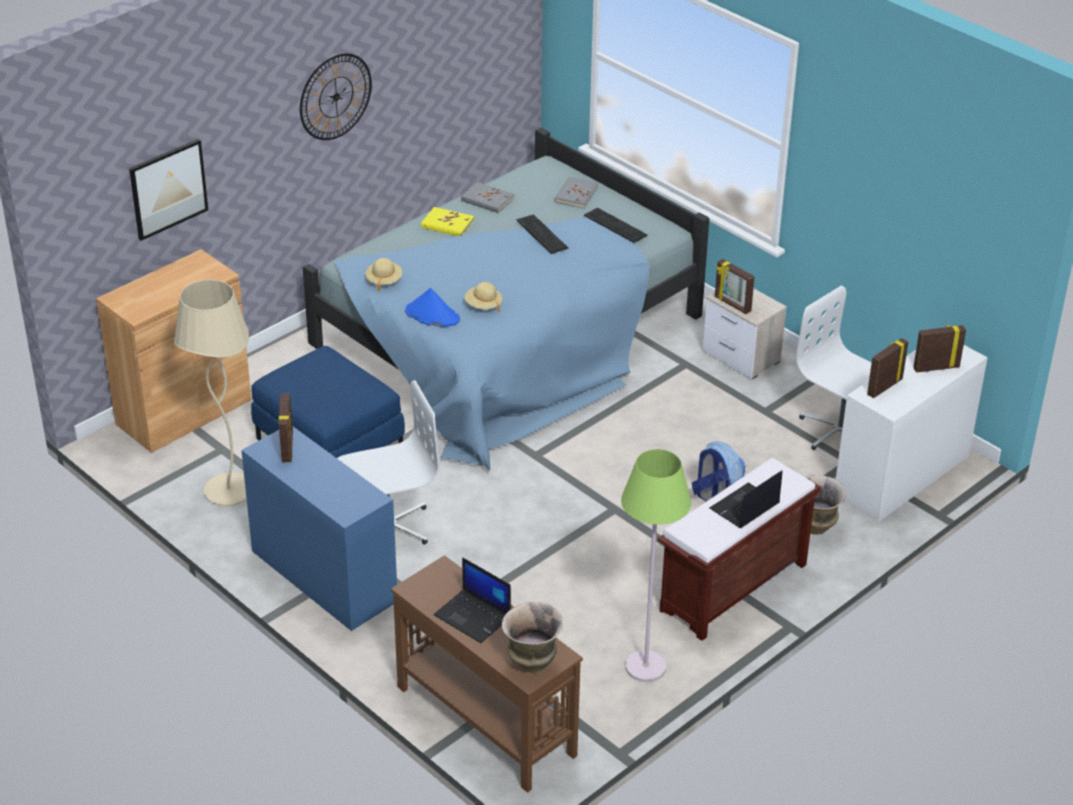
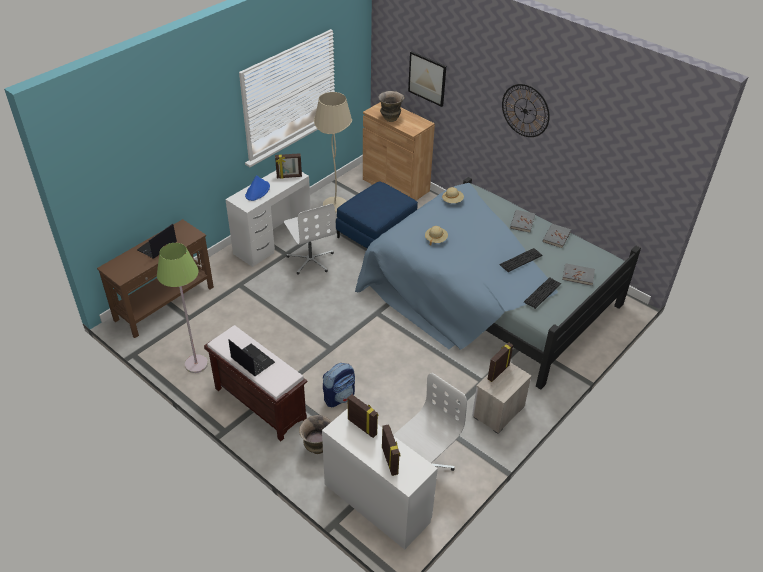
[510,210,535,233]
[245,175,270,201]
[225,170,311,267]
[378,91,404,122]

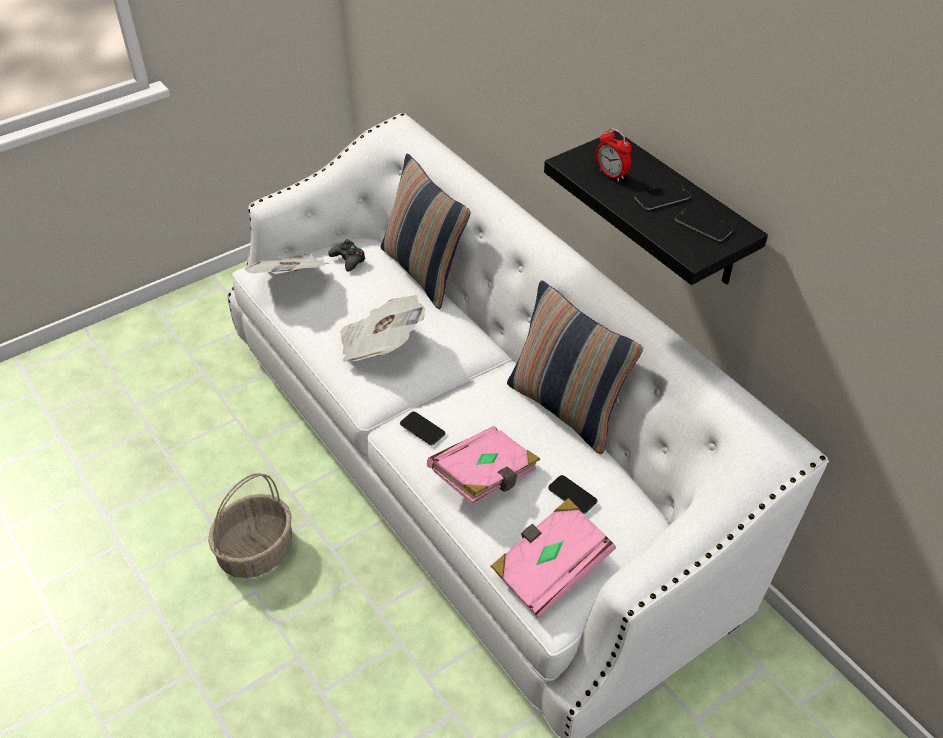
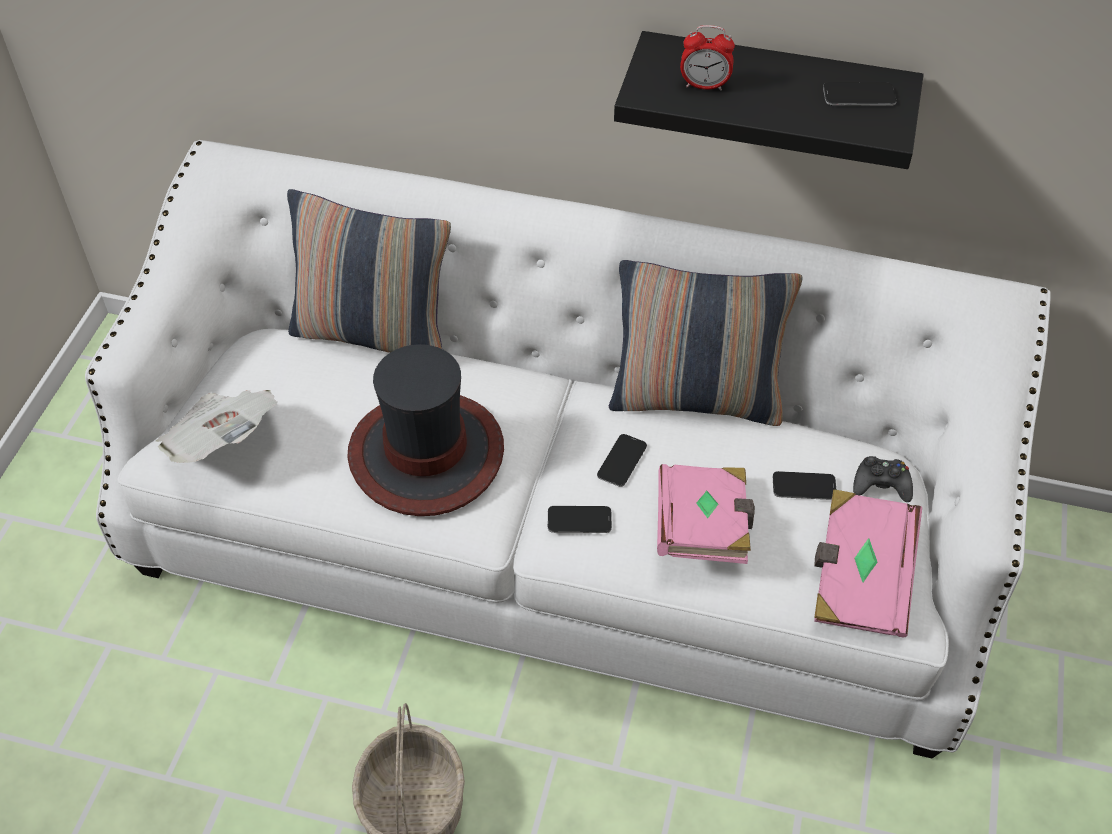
[597,434,647,487]
[853,456,913,502]
[347,344,504,516]

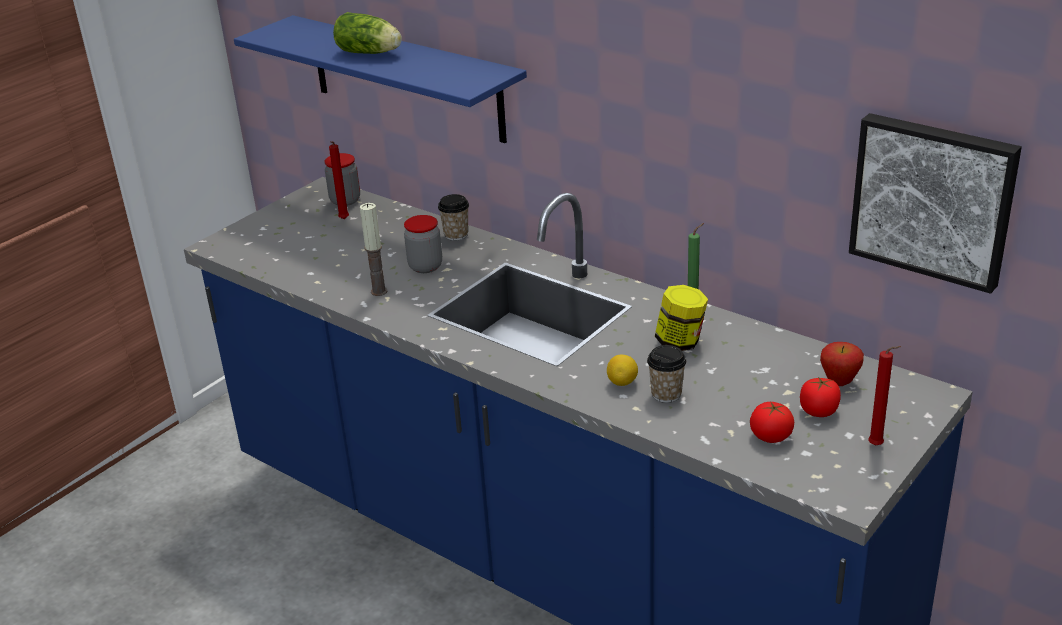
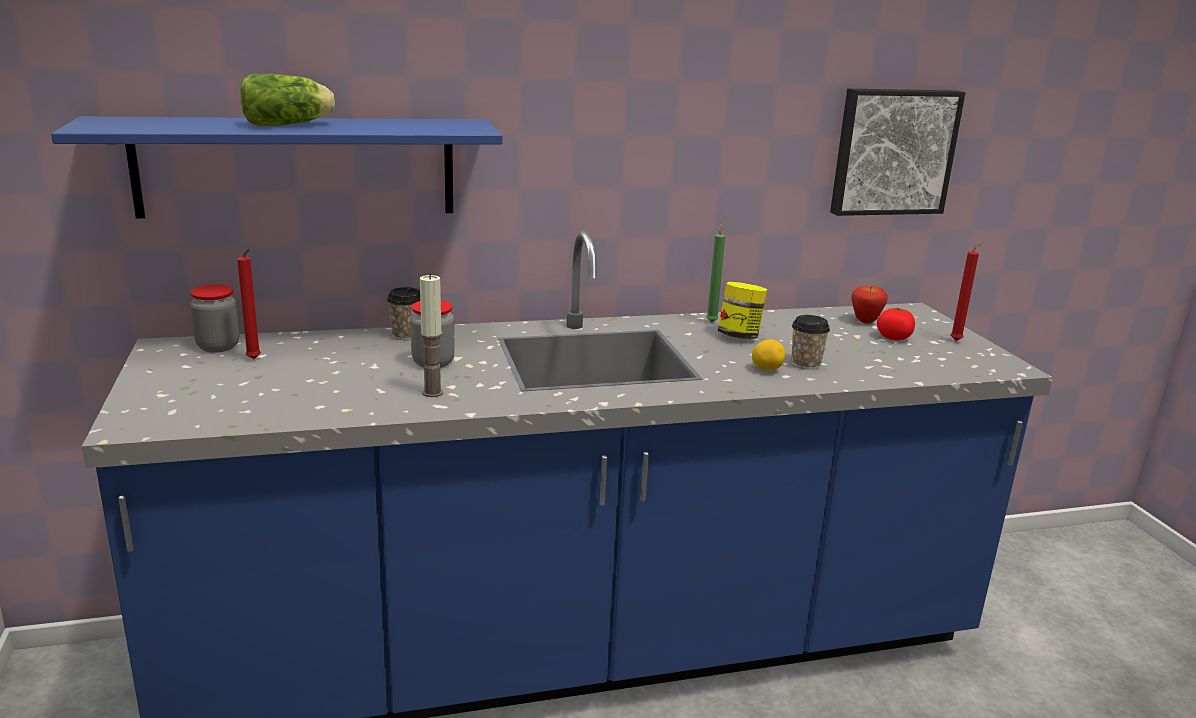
[750,401,794,443] (first image)

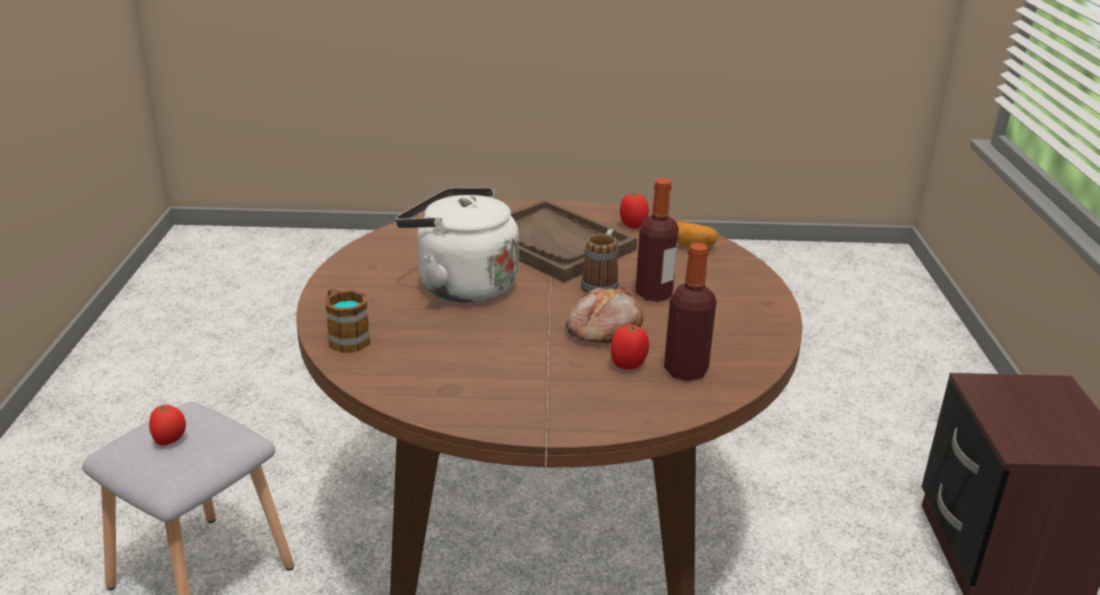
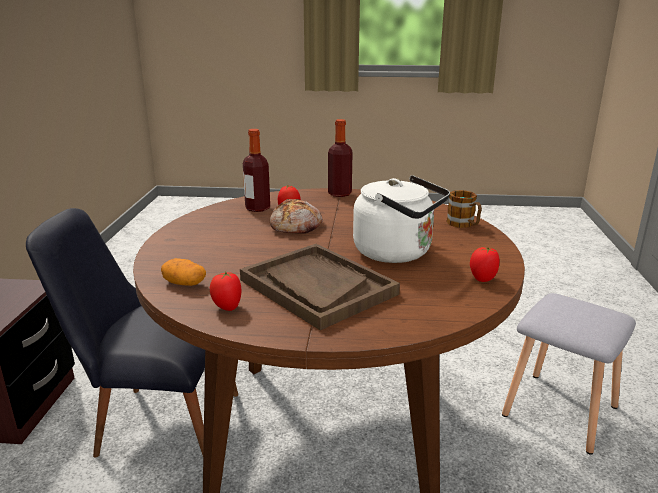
[328,119,352,197]
[581,229,619,293] (first image)
[470,247,499,282]
[26,208,238,457]

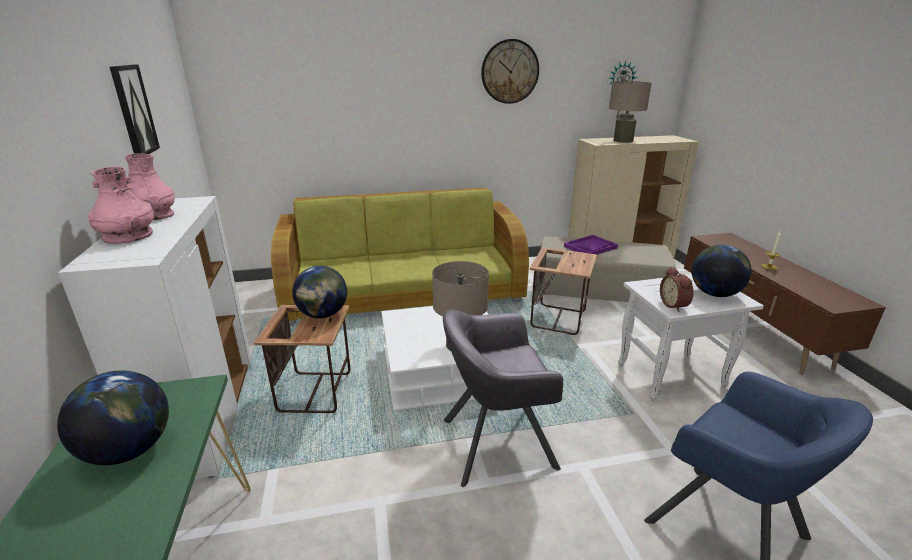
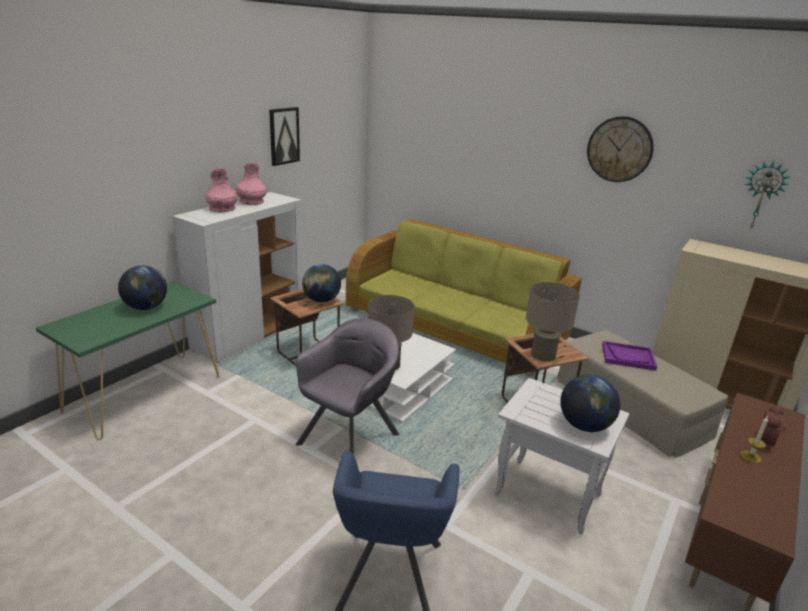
[526,282,580,362]
[758,405,786,447]
[296,318,399,455]

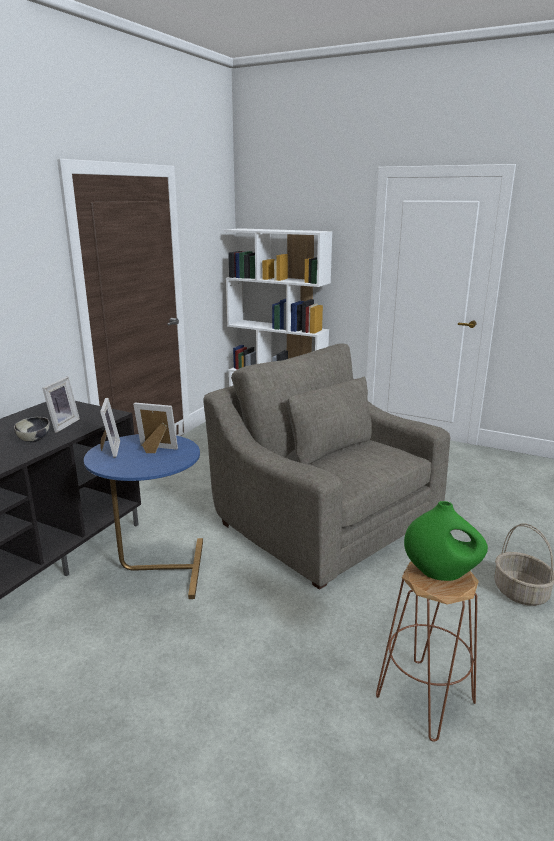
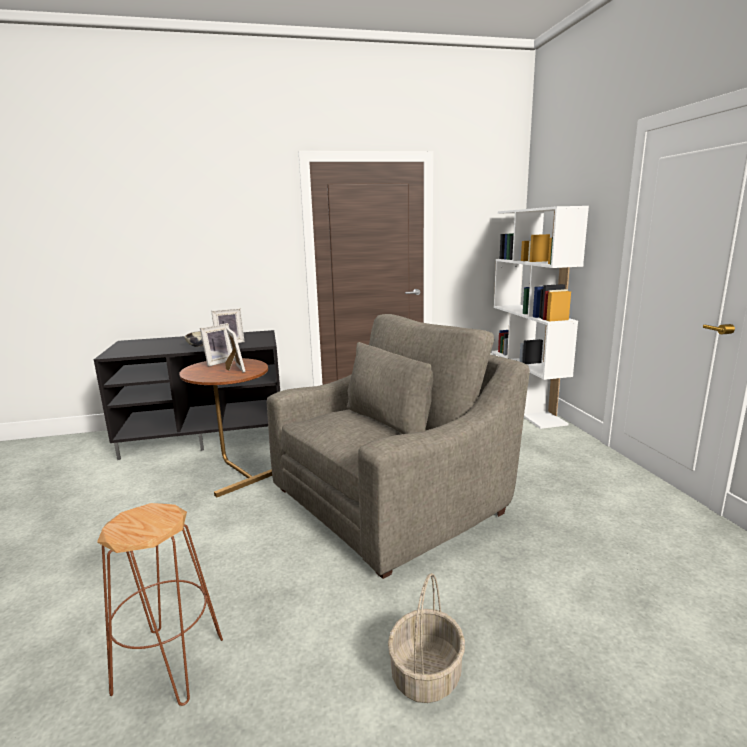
[267,314,530,579]
[179,358,272,497]
[404,501,488,581] (first image)

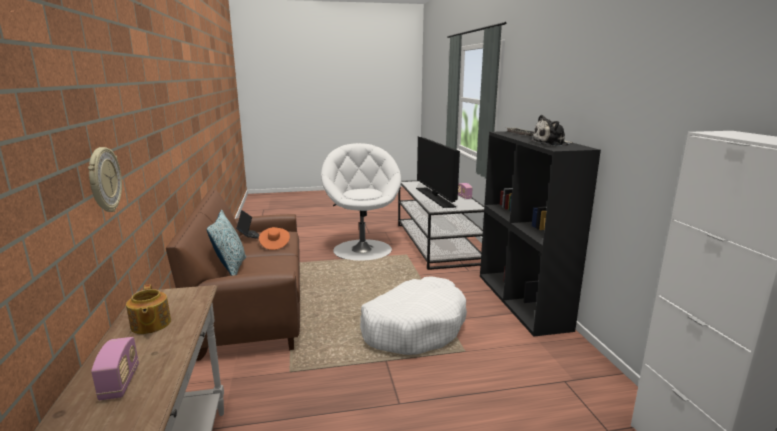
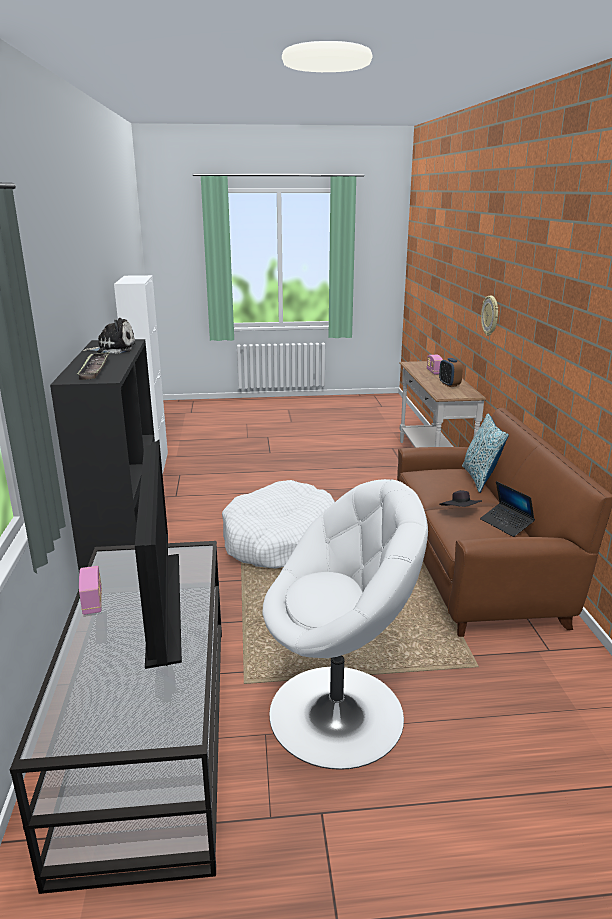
[262,479,428,770]
[439,490,482,507]
[439,358,463,387]

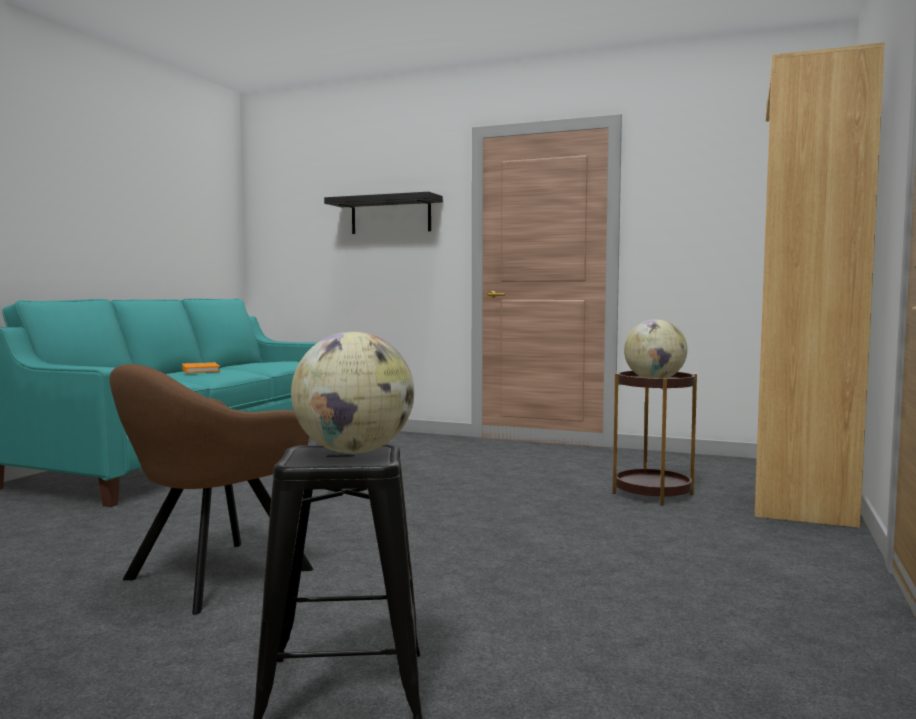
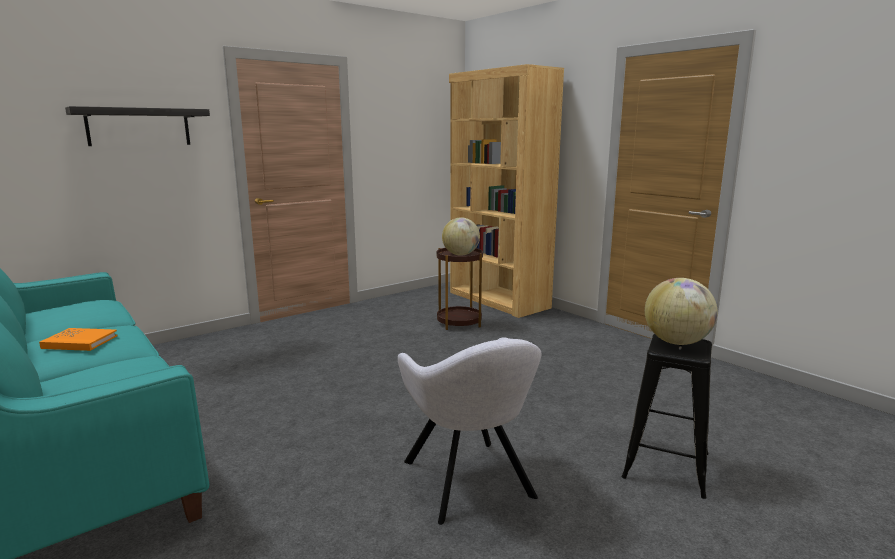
[398,337,542,525]

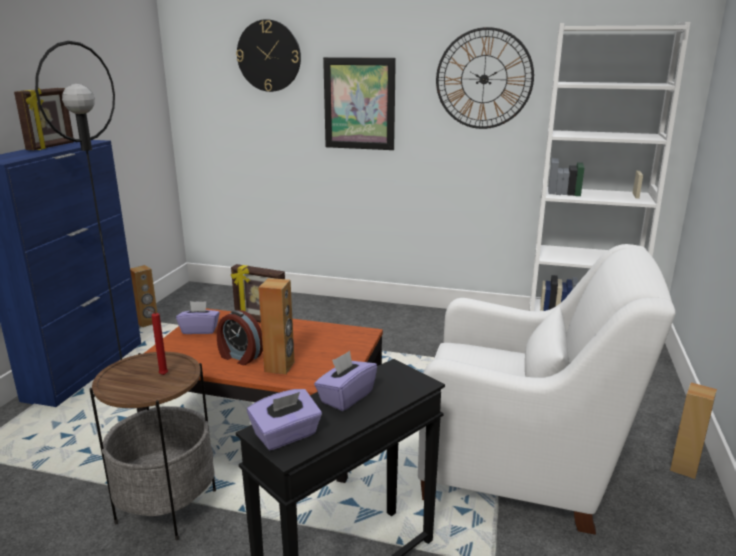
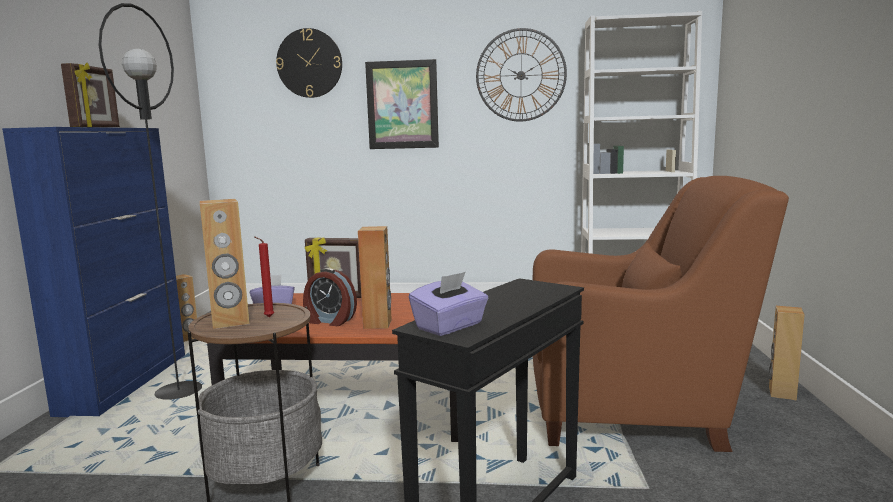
[533,176,789,452]
[314,351,377,411] (first image)
[200,199,249,329]

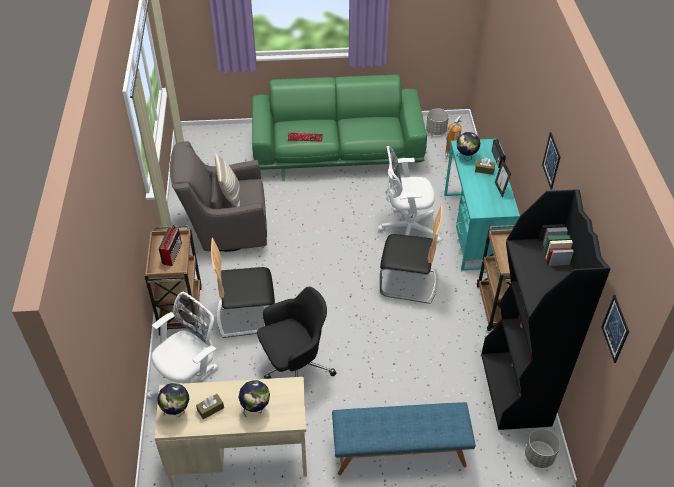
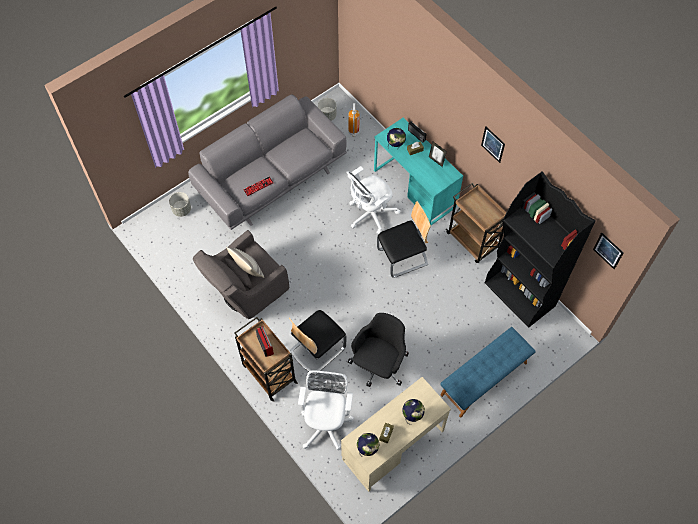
[188,95,347,230]
[169,192,191,217]

